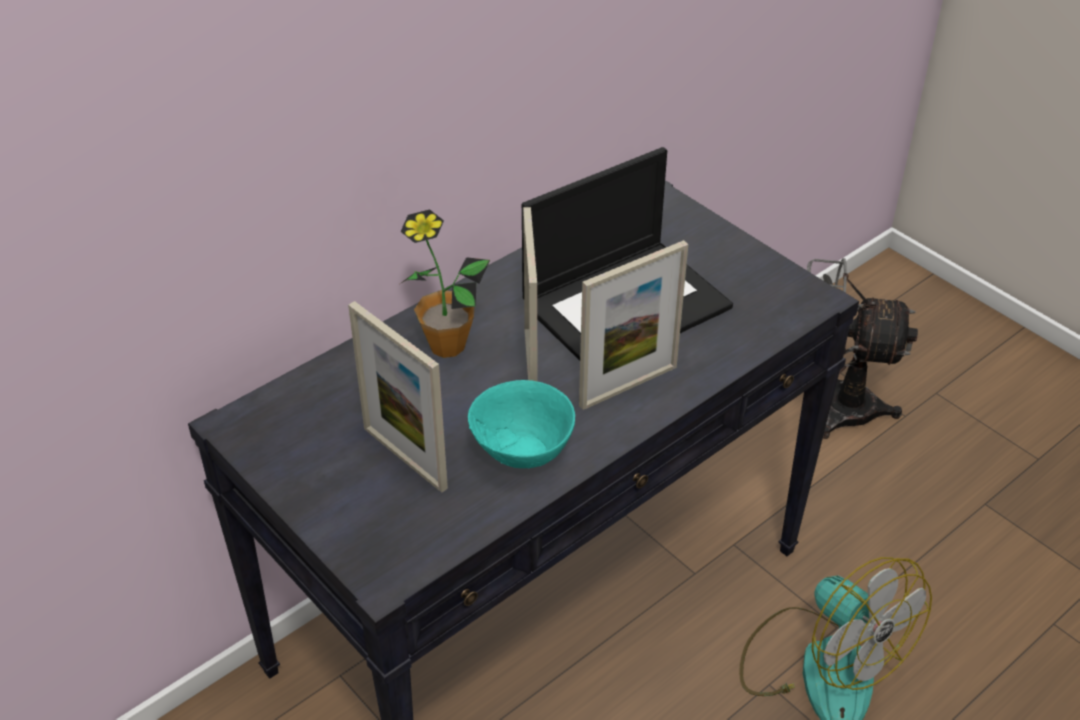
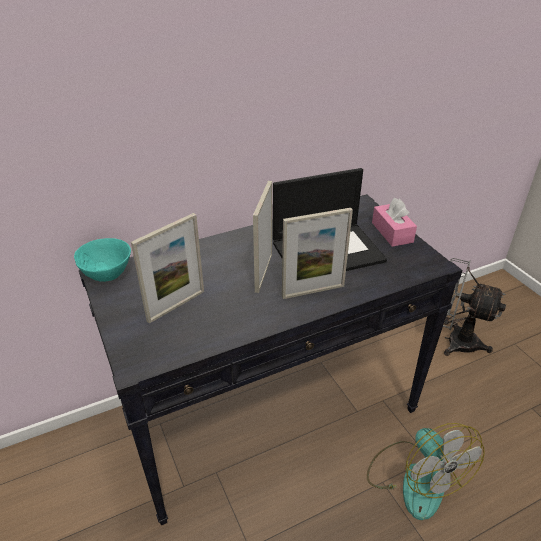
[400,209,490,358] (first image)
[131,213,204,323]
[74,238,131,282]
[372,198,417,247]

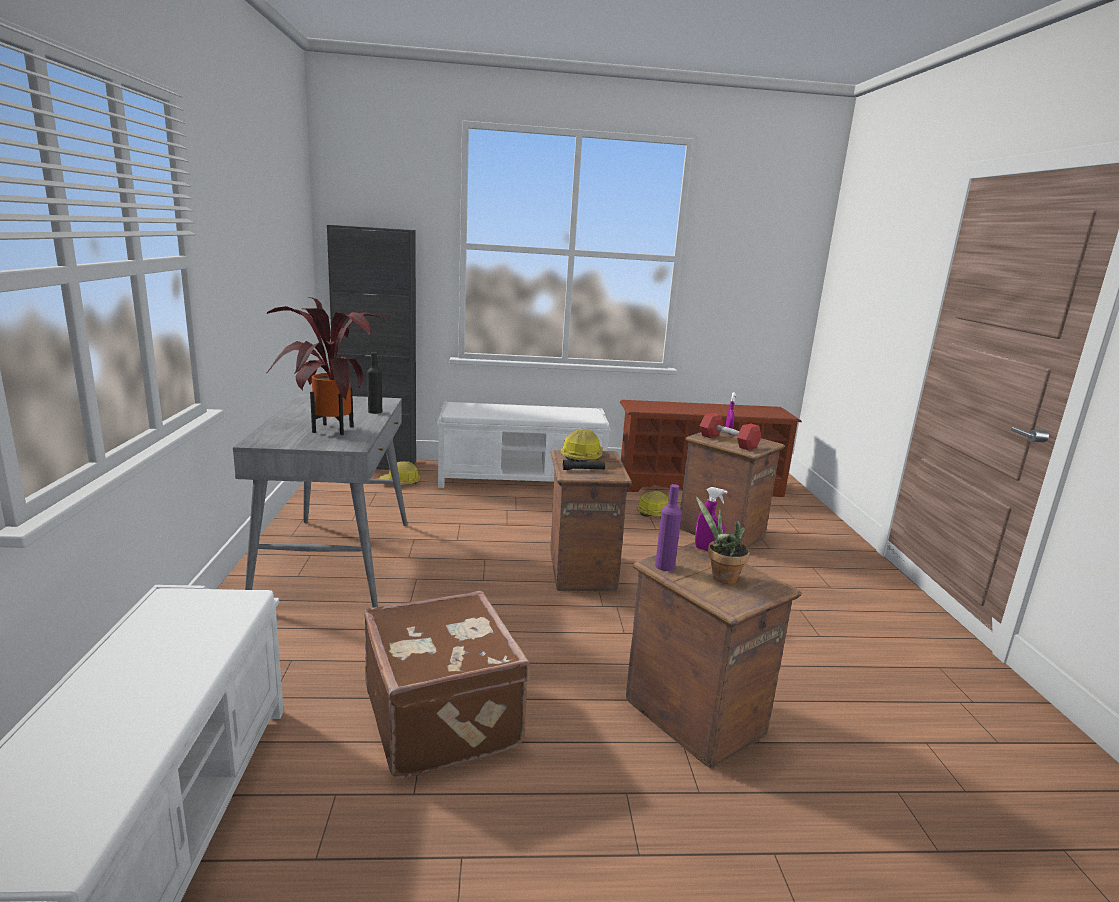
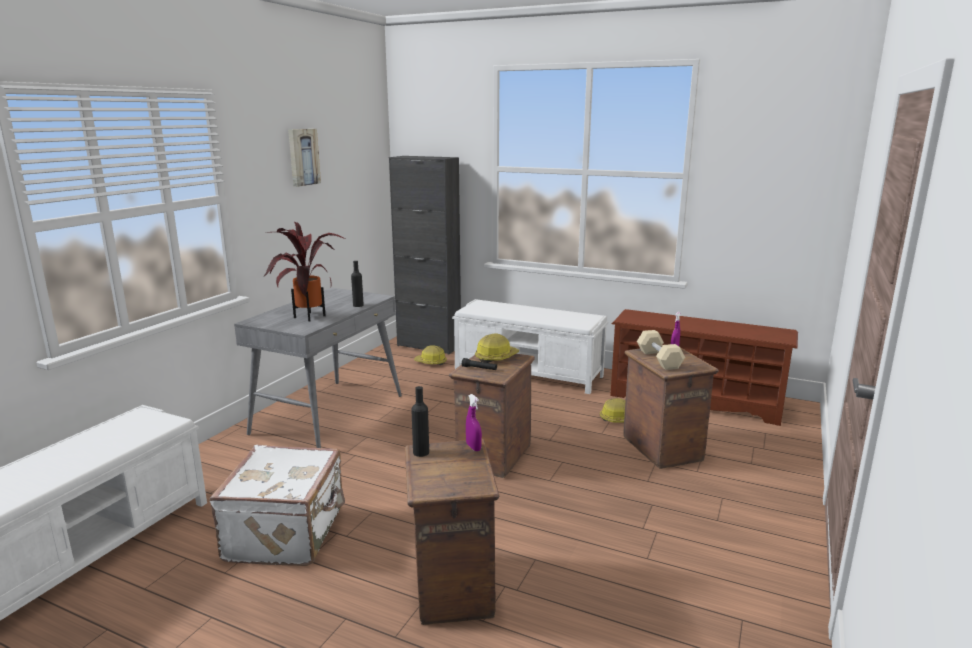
[637,330,685,370]
[411,386,429,457]
[696,496,750,584] (first image)
[209,445,345,566]
[288,129,321,187]

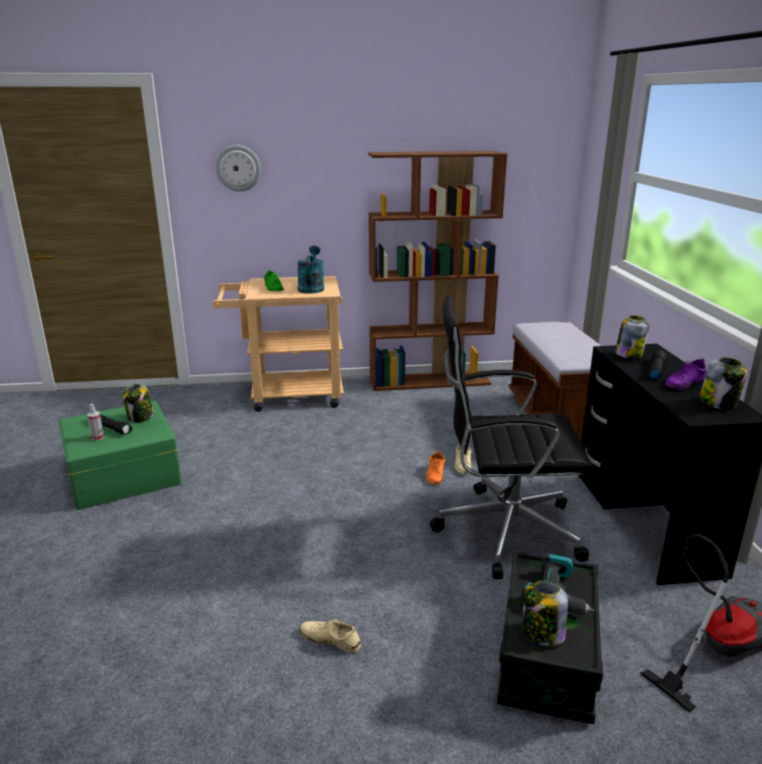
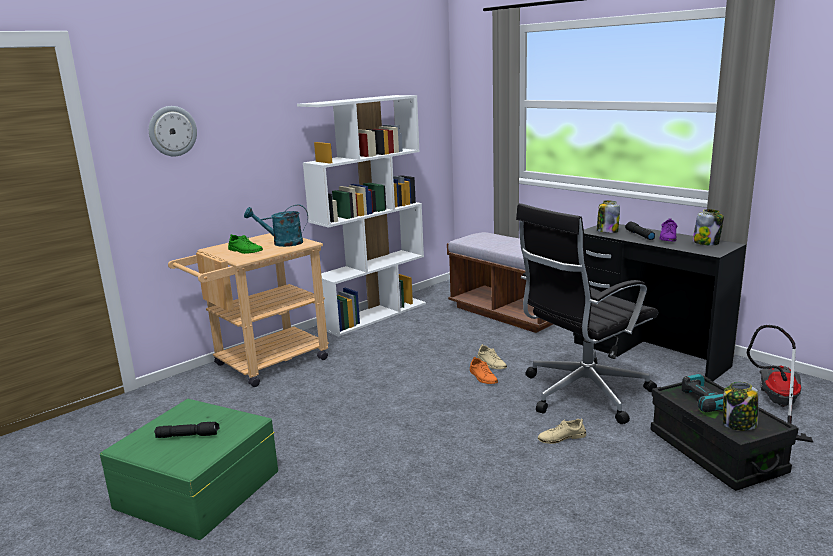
[297,95,426,337]
[244,205,308,247]
[122,384,154,423] (first image)
[87,404,104,441] (first image)
[538,418,586,444]

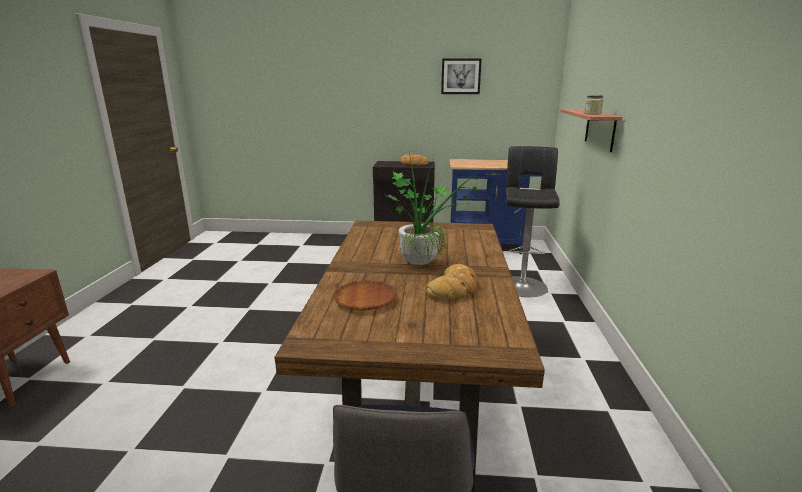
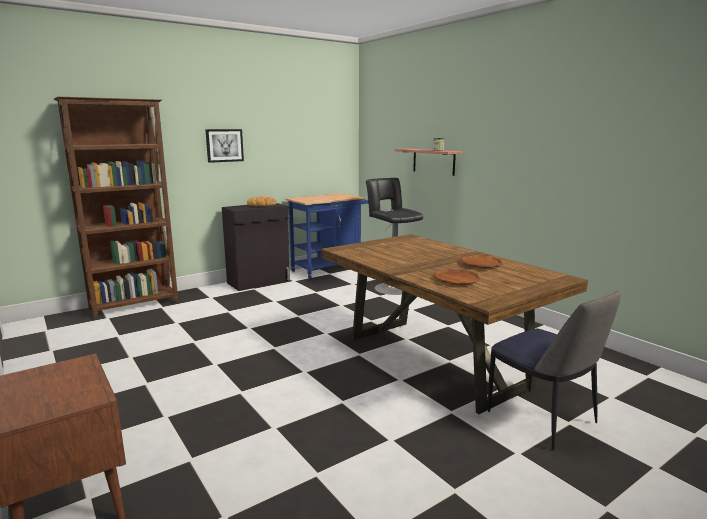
[205,129,244,163]
[387,148,480,265] (first image)
[461,255,502,268]
[53,97,178,319]

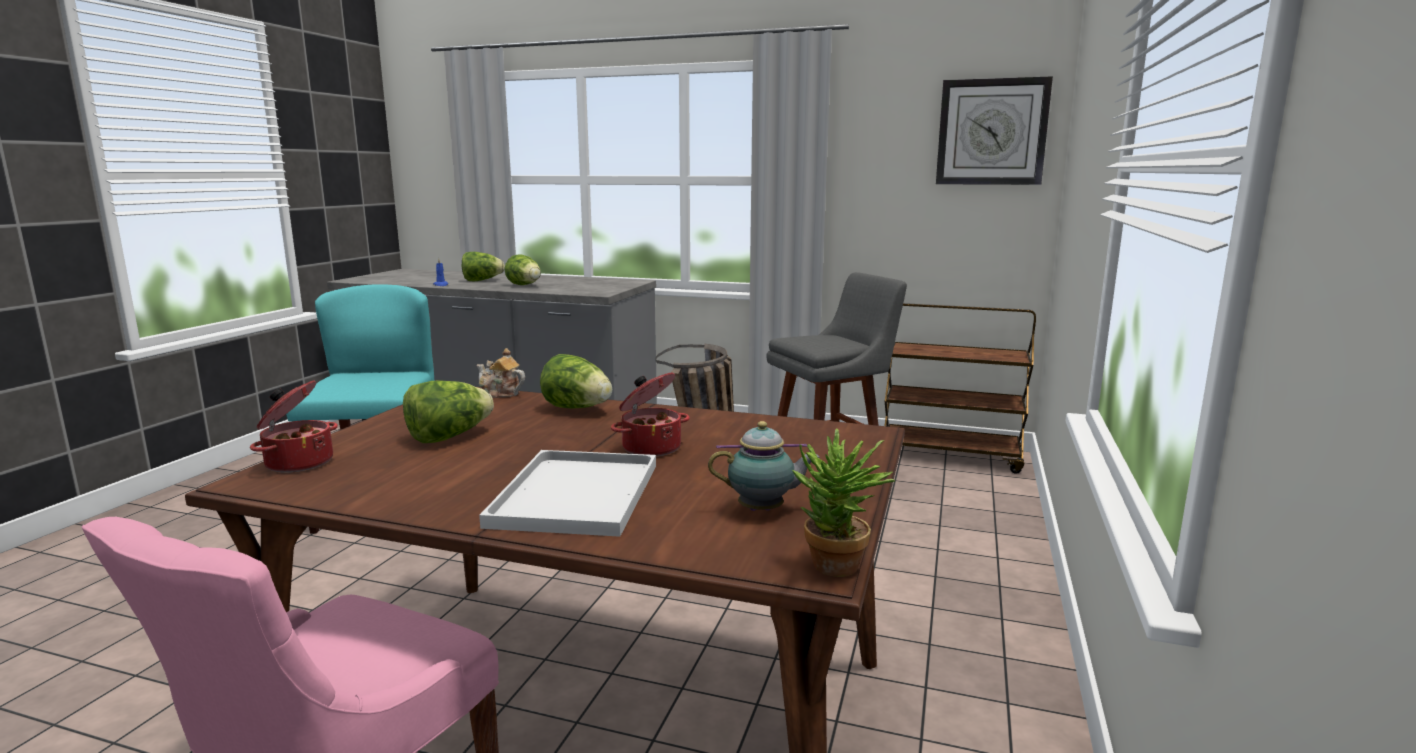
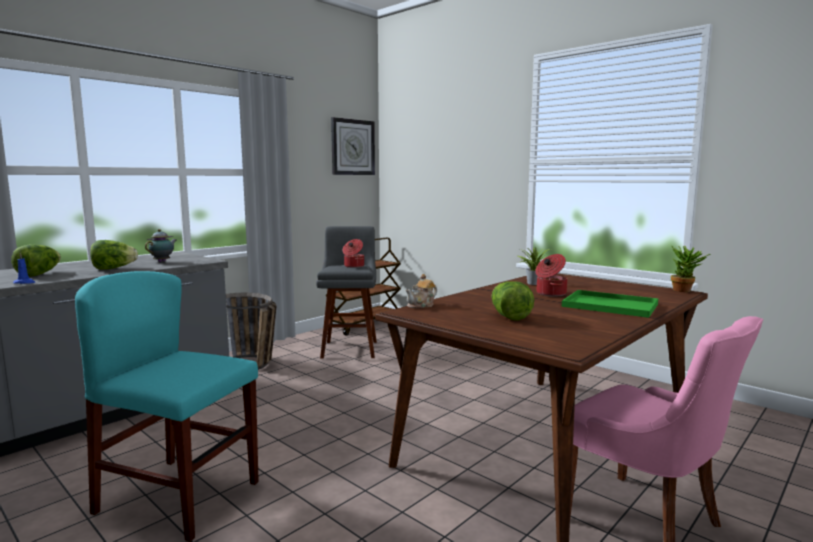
[540,354,612,408] (first image)
[343,239,364,268]
[145,229,176,262]
[562,290,658,318]
[518,247,550,285]

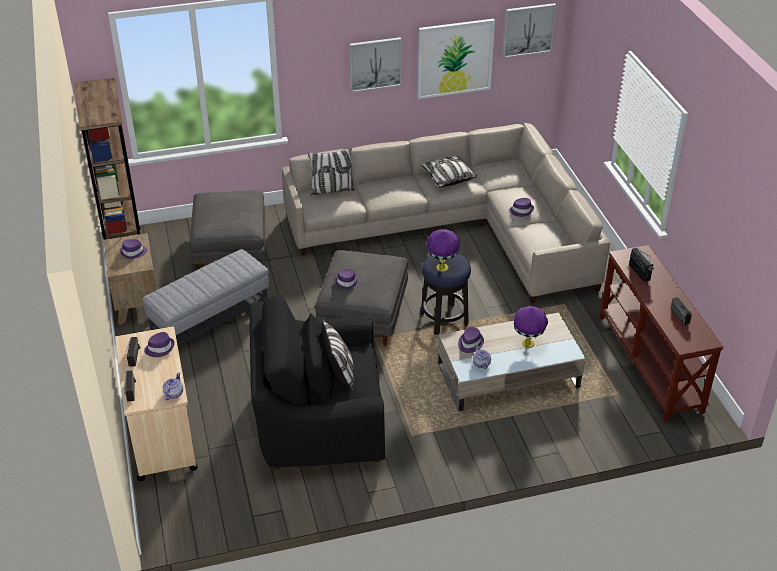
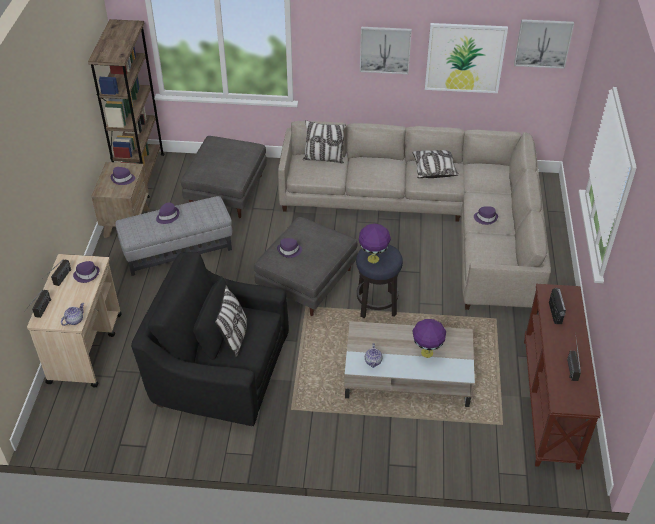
[156,202,179,224]

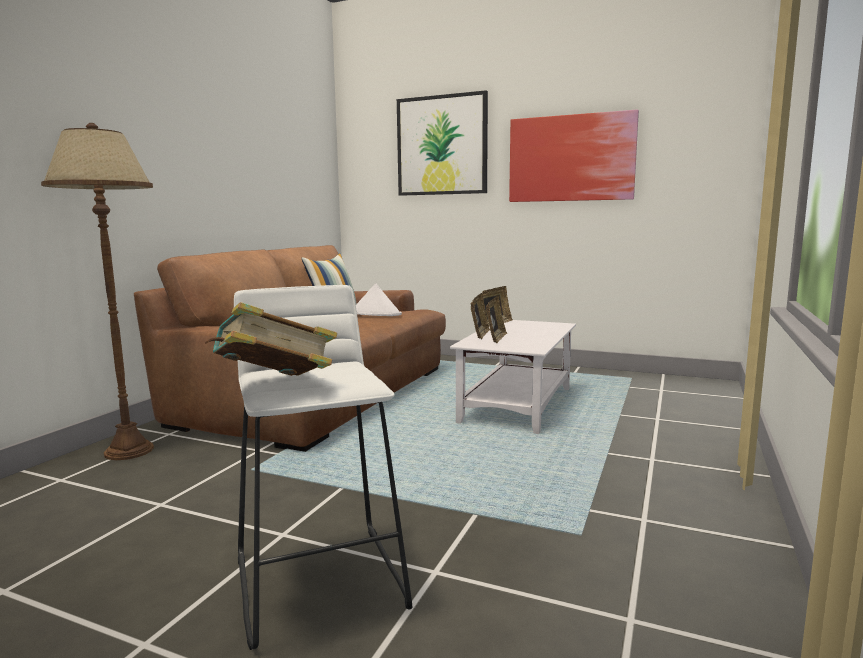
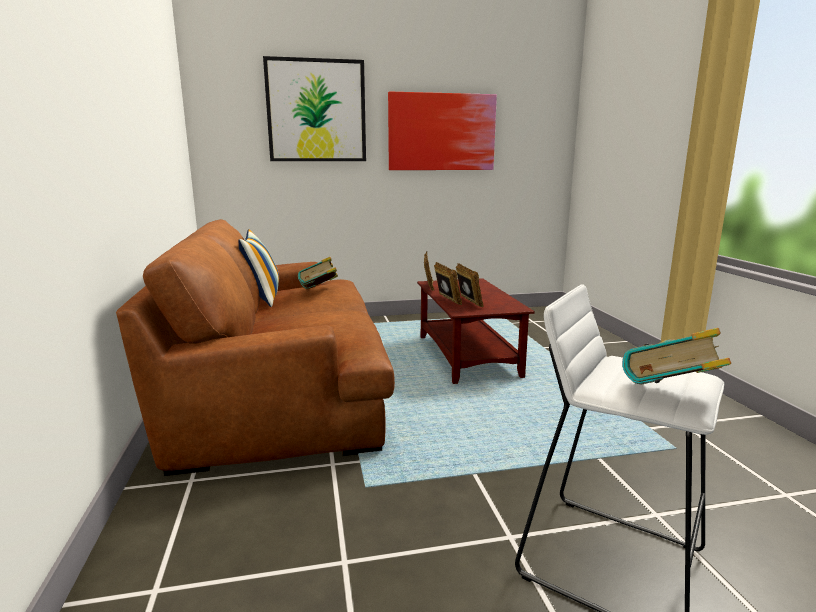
[41,123,154,460] (first image)
[298,257,338,289]
[417,278,535,384]

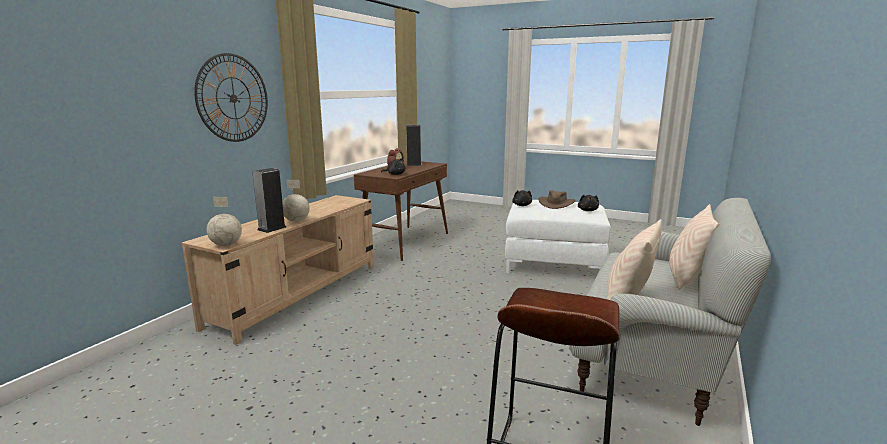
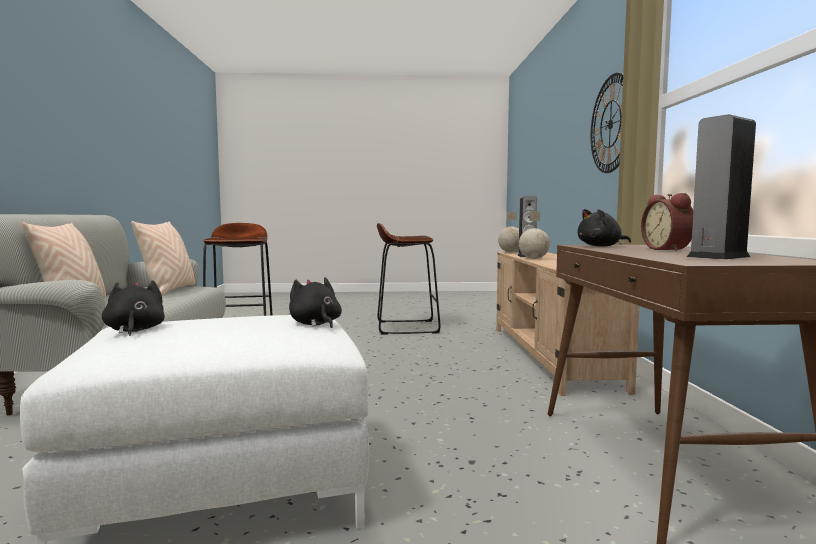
[538,190,576,209] (first image)
[377,223,441,334]

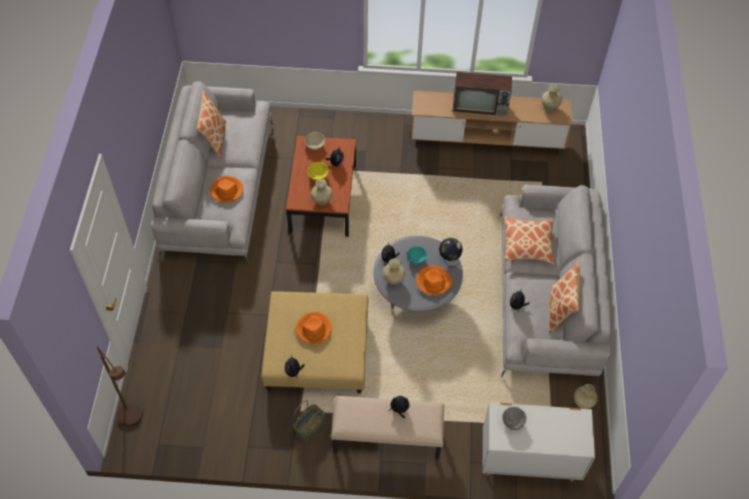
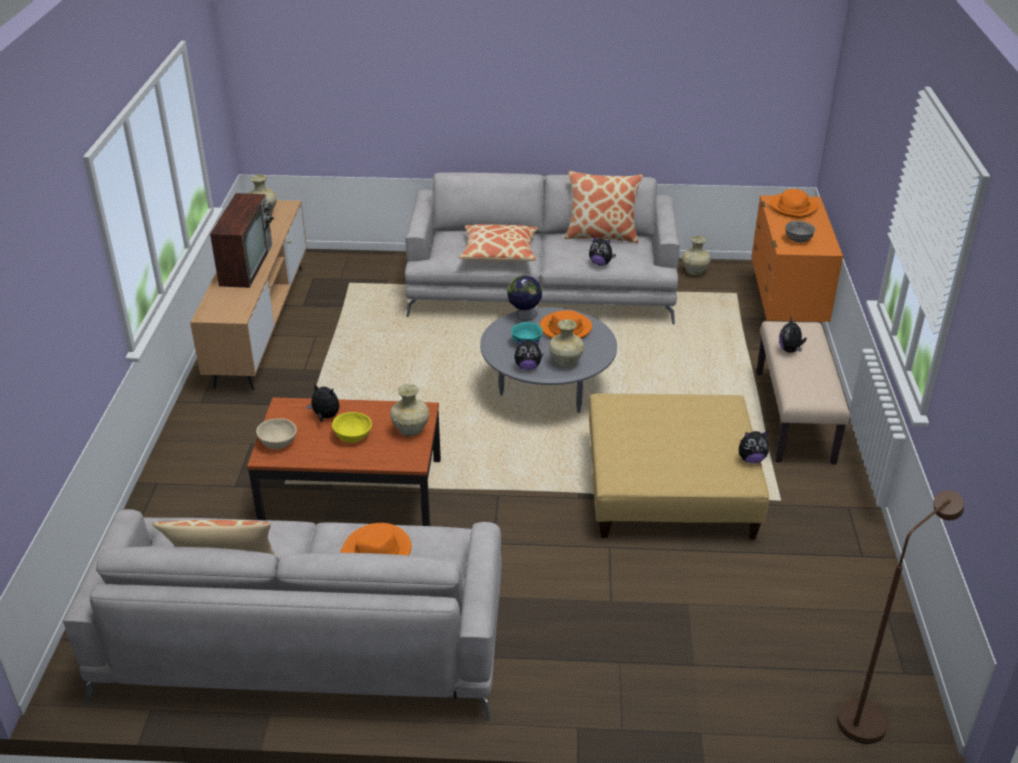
[769,189,818,218]
[293,400,324,442] (first image)
[751,195,843,323]

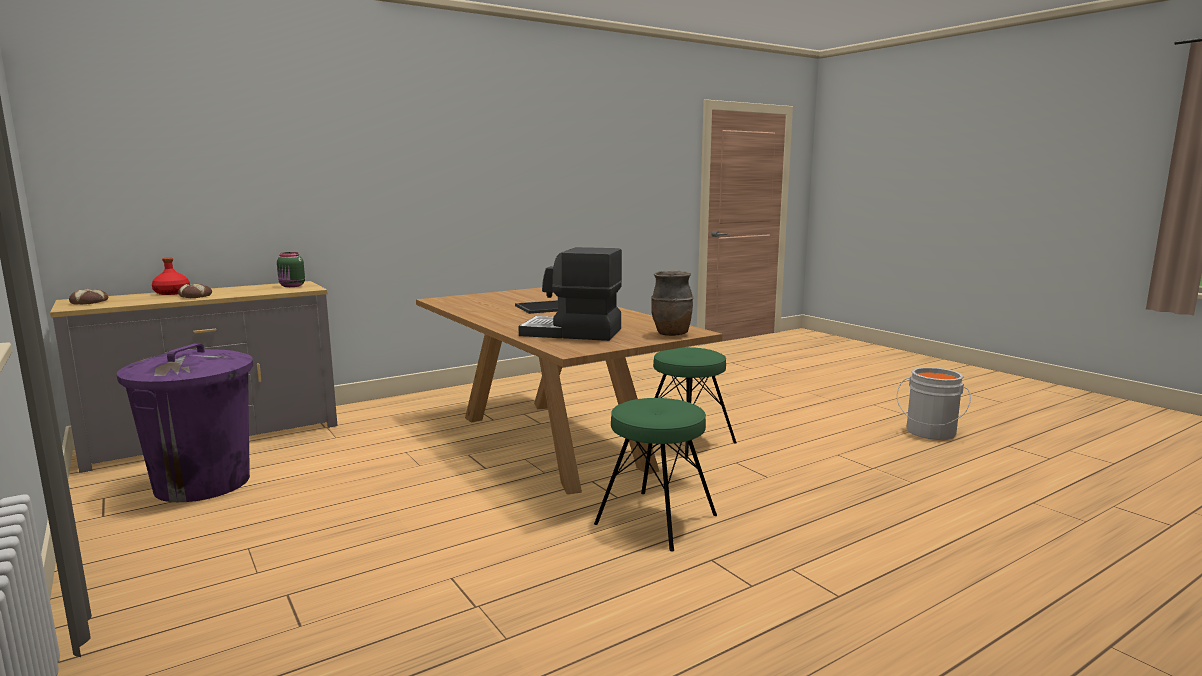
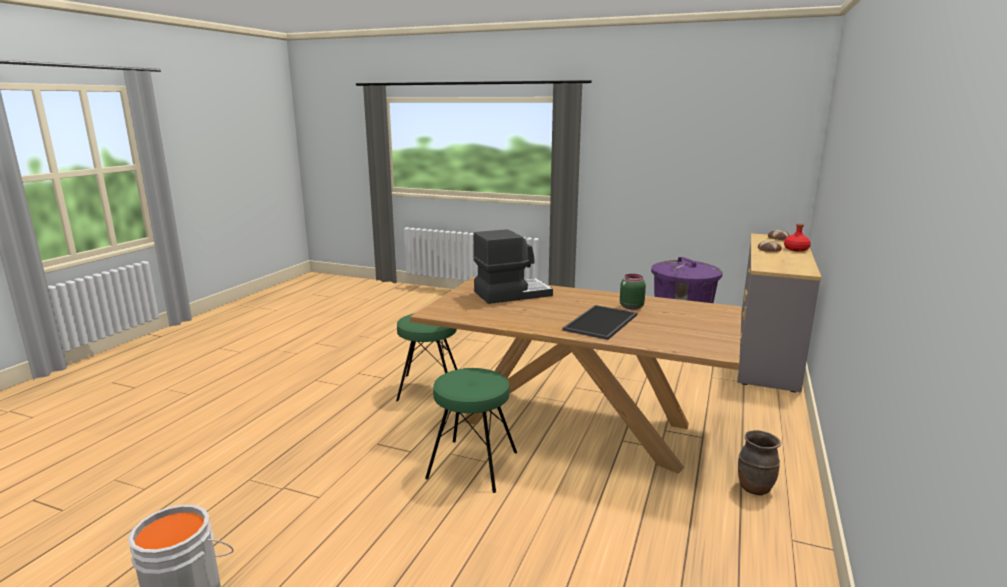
[620,274,646,310]
[738,430,781,495]

